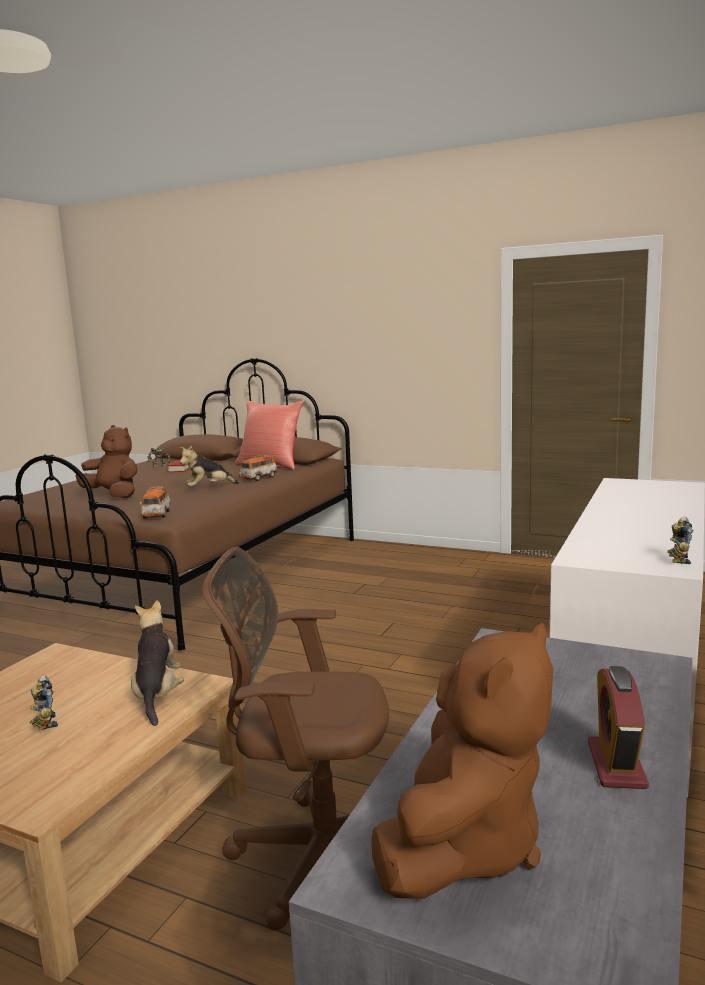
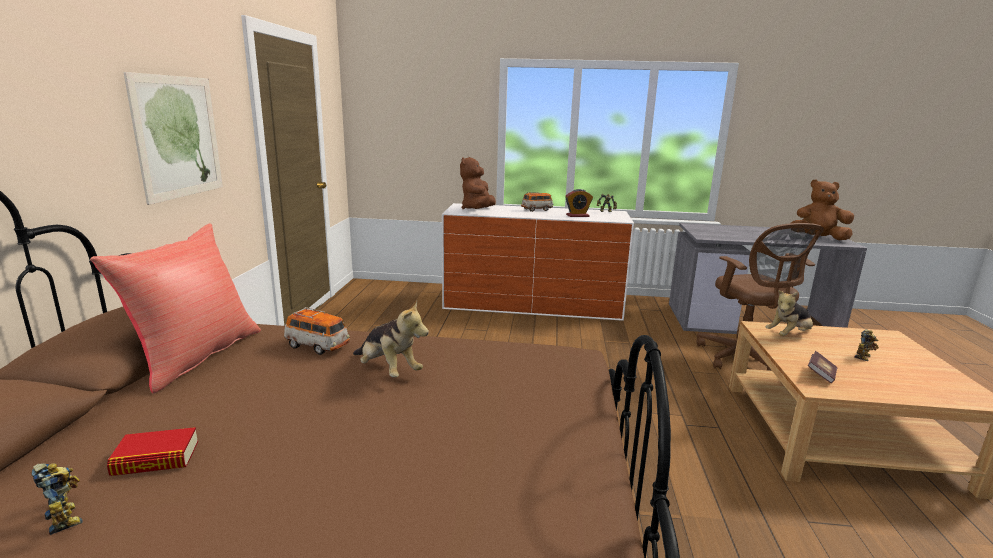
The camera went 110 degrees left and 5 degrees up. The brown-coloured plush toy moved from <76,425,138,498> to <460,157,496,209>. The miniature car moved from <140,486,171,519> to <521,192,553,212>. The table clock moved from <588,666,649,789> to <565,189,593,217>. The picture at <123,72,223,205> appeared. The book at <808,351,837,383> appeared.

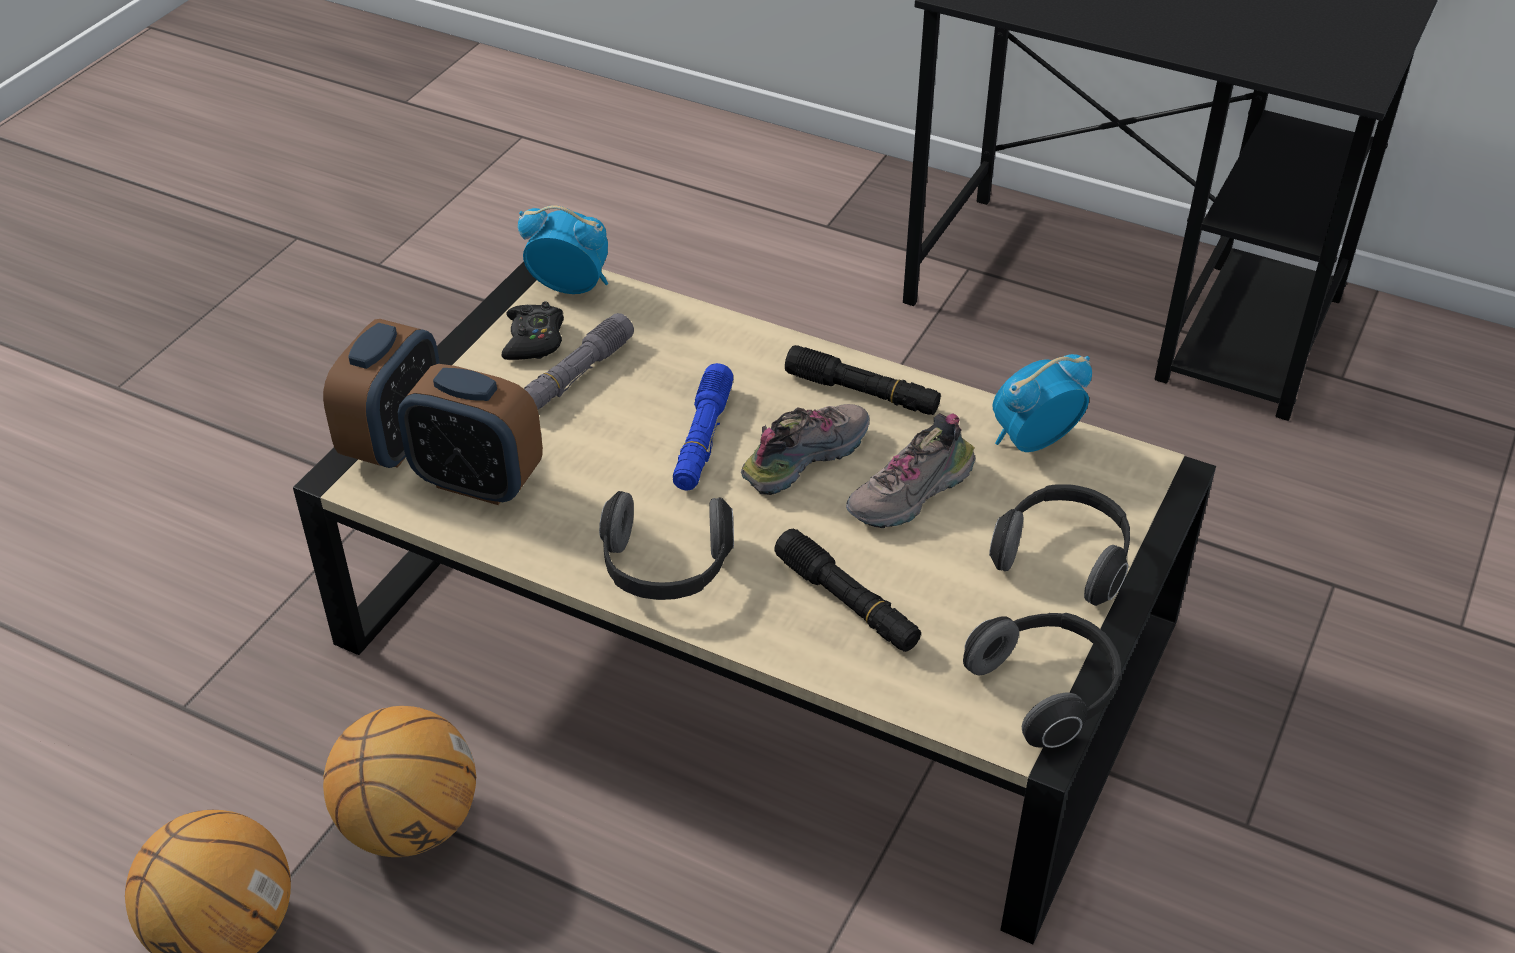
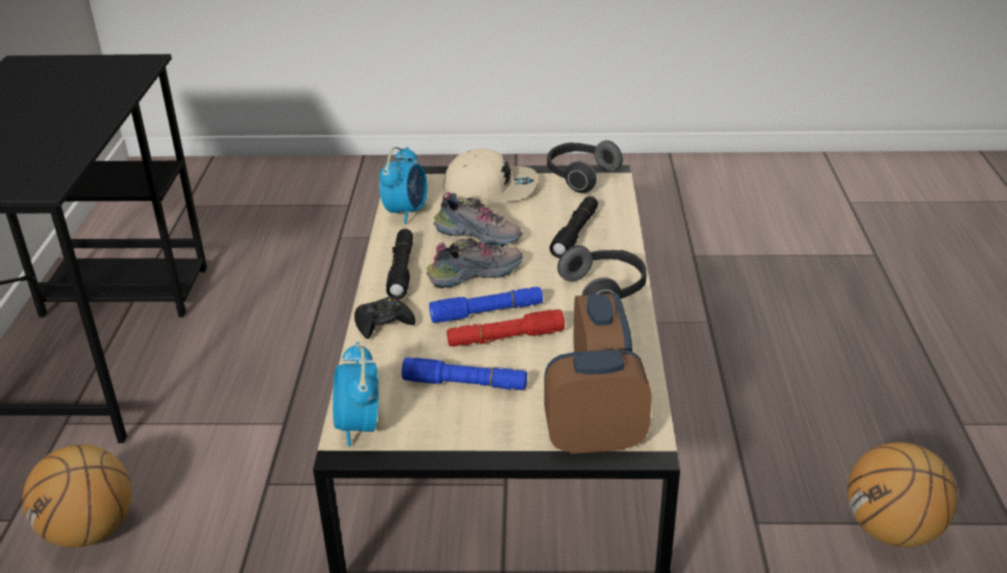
The camera went 115 degrees left and 10 degrees down. The black-coloured game controller moved from <501,301,564,360> to <354,297,415,339>. The grey flashlight at <524,313,634,409> became the bluish flashlight at <402,357,527,390>. The table clock at <992,354,1092,452> turned 105 degrees counterclockwise. The item of footwear at <741,404,870,495> turned 135 degrees clockwise. The headphones at <989,484,1130,606> was replaced by the beige peaked cap at <443,148,538,202>. The basketball moved from <323,706,476,857> to <22,444,131,547>. The reddish flashlight at <447,309,565,347> appeared.

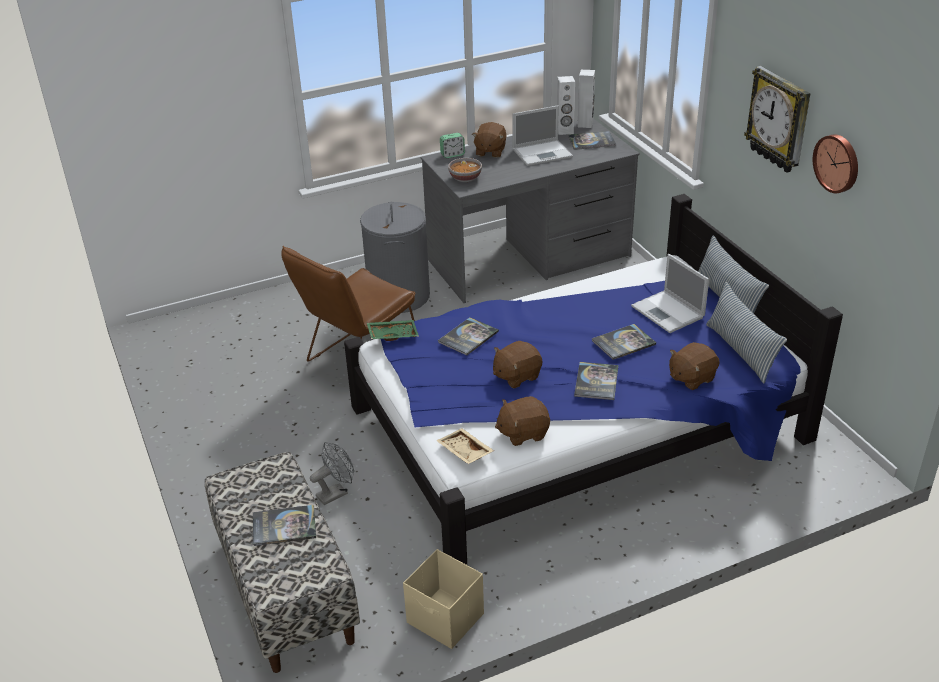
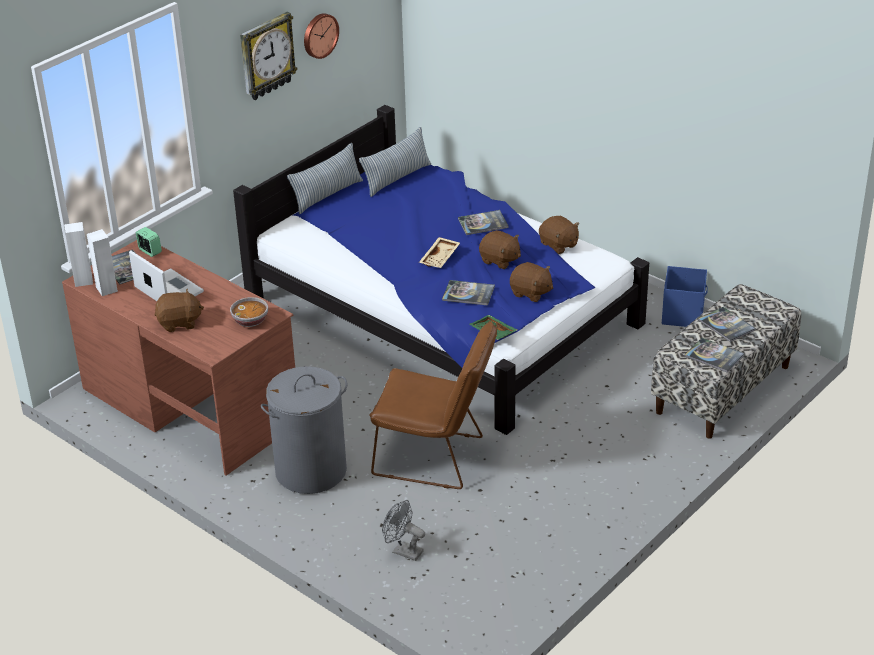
The camera went 115 degrees left and 0 degrees up. The grey desk unit at <420,119,640,303> became the brown-coloured desk unit at <62,240,295,475>. The table clock moved from <440,133,465,158> to <136,227,162,257>. The notebook computer at <631,254,709,333> disappeared. The book moved from <592,324,656,360> to <685,338,745,373>. The brown-coloured plush toy moved from <669,342,720,390> to <510,262,553,302>. The beige serving tray moved from <436,428,494,464> to <419,237,460,268>. The grey fan moved from <310,442,354,505> to <382,500,425,561>. The beige storage container at <403,549,484,649> became the bluish storage container at <662,266,708,327>.

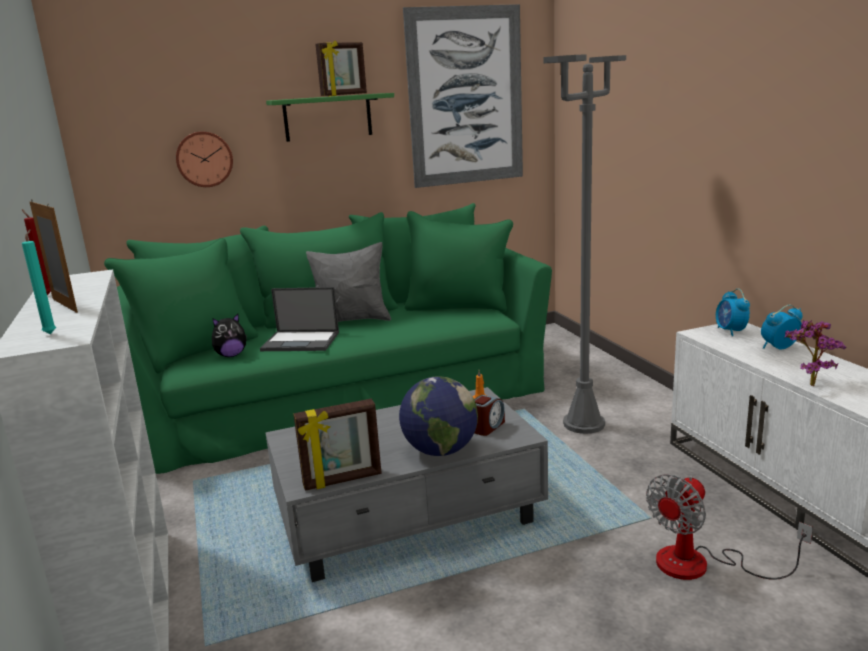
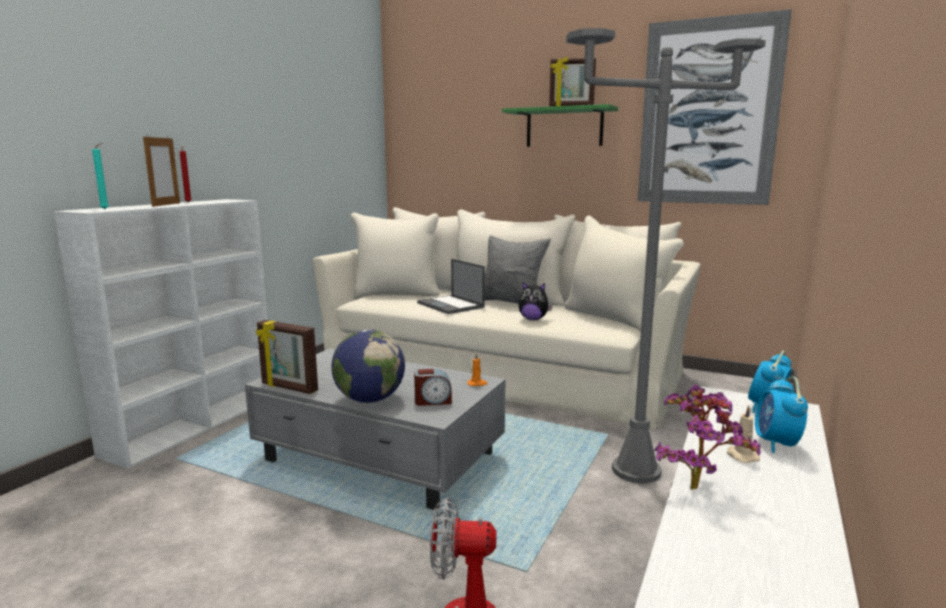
The camera went 45 degrees right and 5 degrees down. The hanging clock at <176,131,233,187> disappeared. The green couch at <104,203,552,474> became the beige couch at <313,207,701,430>. The table clock at <761,305,803,350> turned 105 degrees counterclockwise. The plush toy moved from <212,314,247,357> to <518,282,553,320>. The beige wax light at <727,405,760,463> appeared.

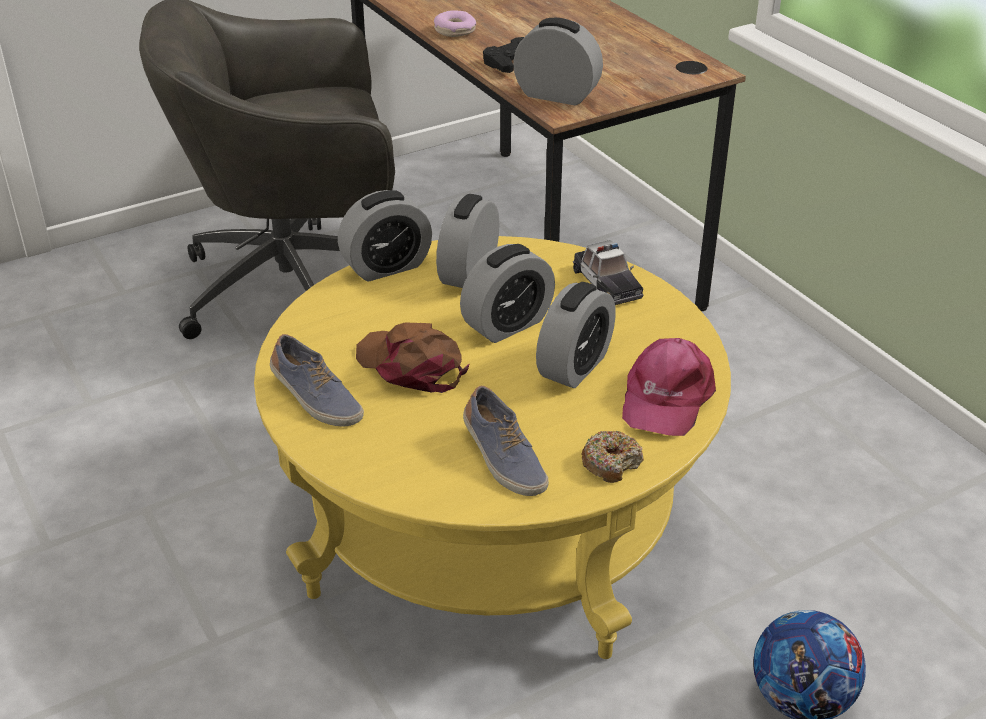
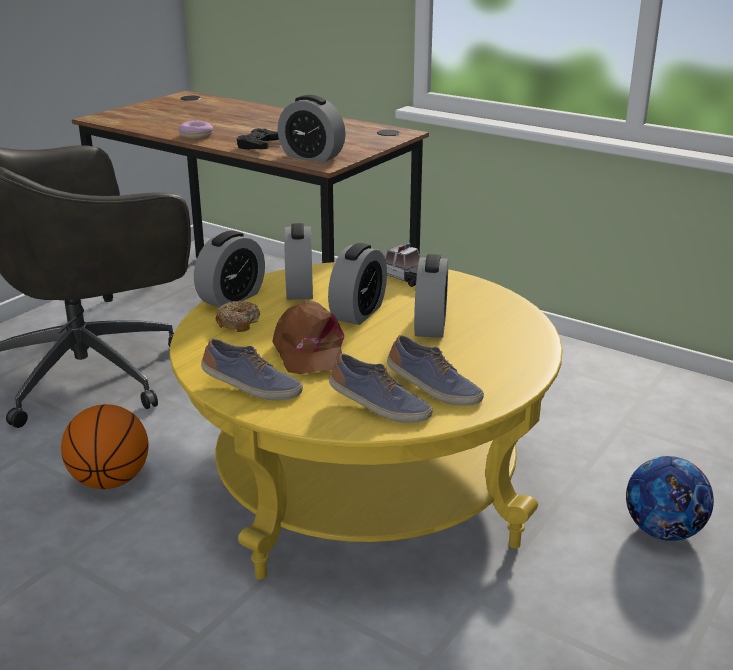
The camera went 25 degrees left and 10 degrees down. The table clock at <513,18,603,106> turned 150 degrees counterclockwise. The brown-coloured peaked cap at <356,323,470,393> turned 120 degrees counterclockwise. The pink-coloured peaked cap at <622,338,716,436> disappeared. The ring doughnut moved from <581,430,644,483> to <216,301,260,332>. The item of footwear at <329,353,433,423> appeared. The basketball at <61,404,149,489> appeared.

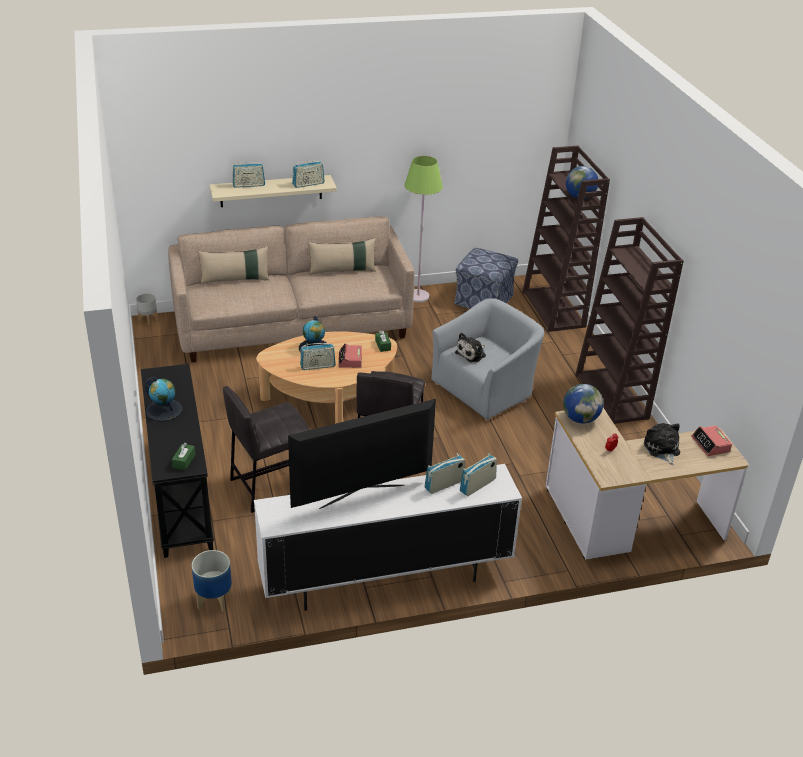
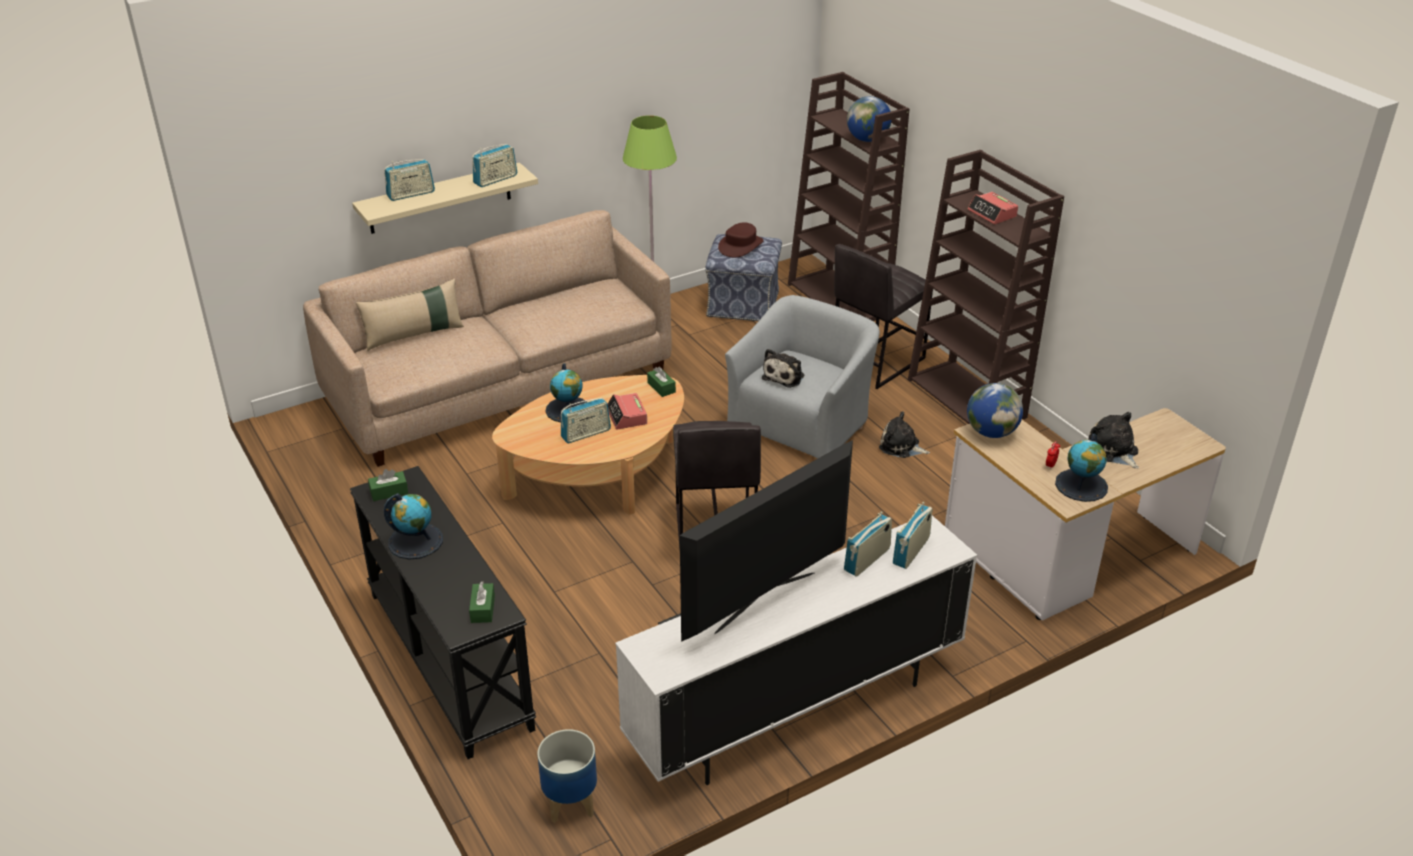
The camera went 15 degrees left and 0 degrees up. The beige cushion at <308,238,376,275> disappeared. The grey planter at <136,293,158,325> disappeared. The grey sitting stool moved from <223,386,310,513> to <834,244,933,389>. The table clock moved from <691,425,732,456> to <968,192,1018,224>. The brown-coloured wearable hat at <718,223,764,257> appeared. The plush toy at <879,411,930,458> appeared. The globe at <1055,434,1108,502> appeared. The green box of tissues at <368,469,408,501> appeared.

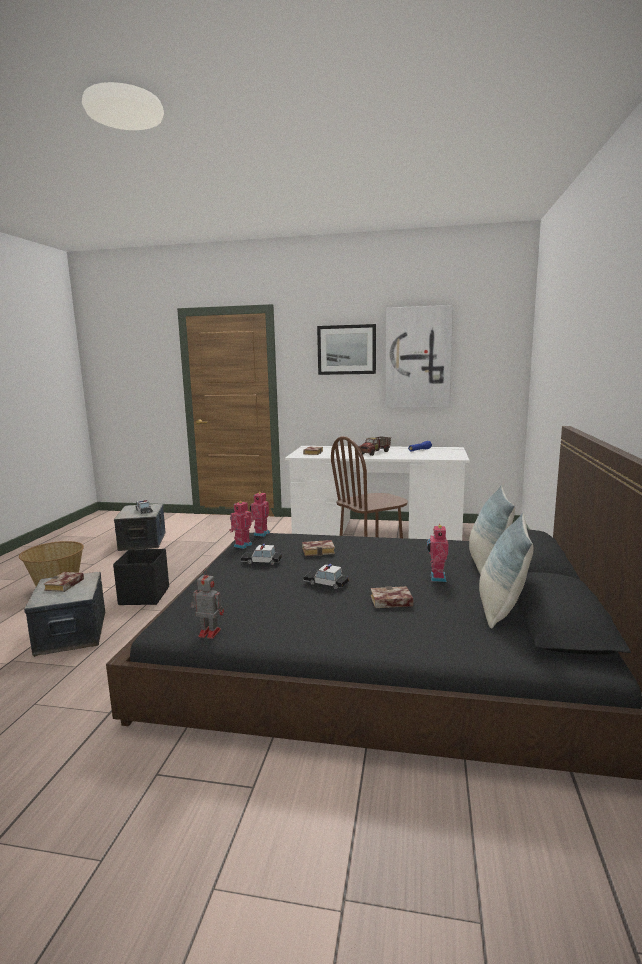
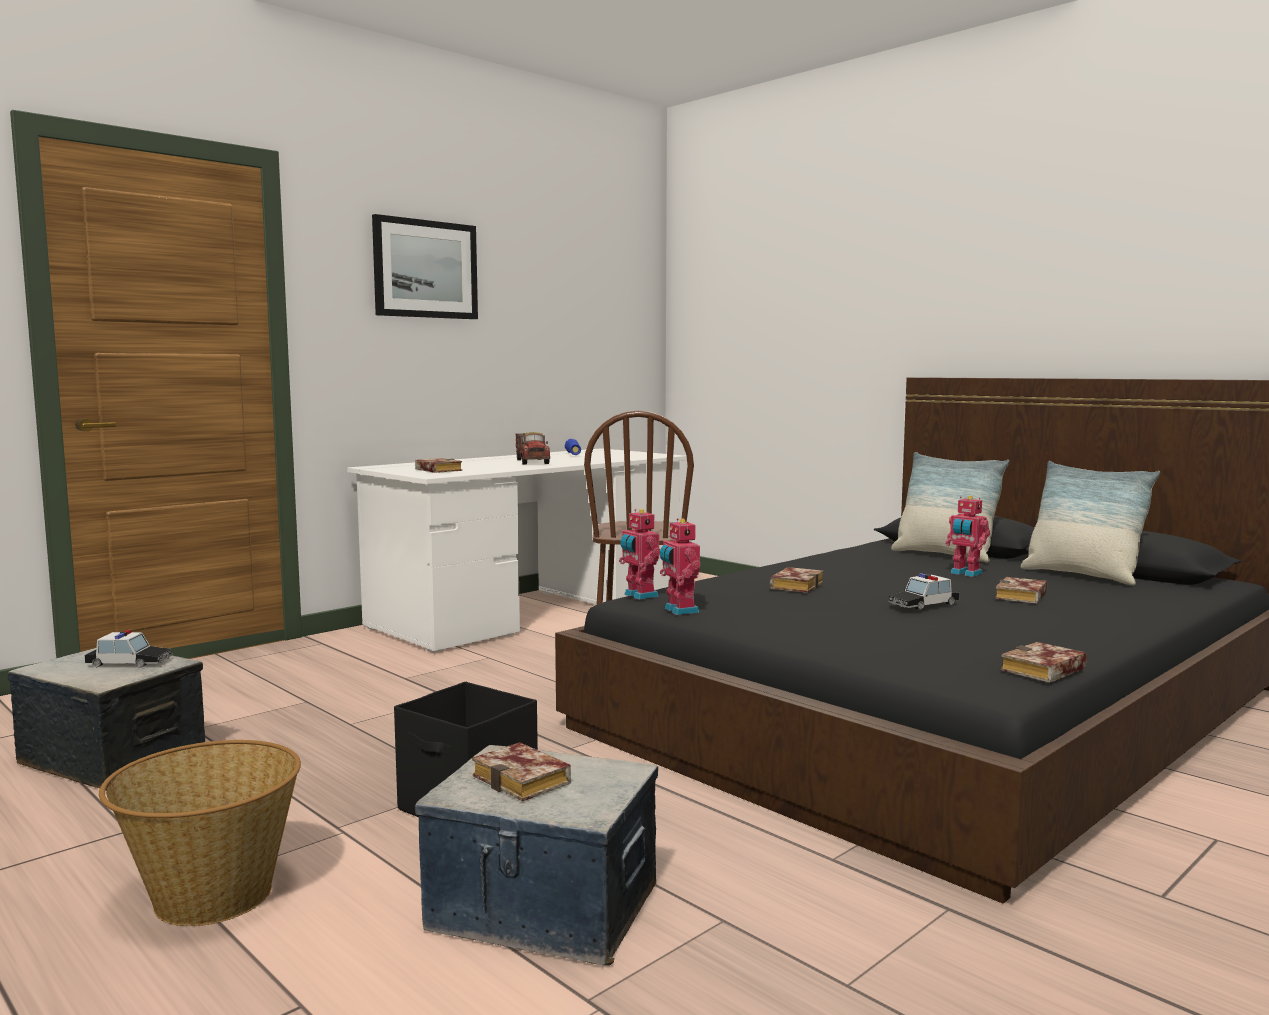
The camera went 55 degrees left and 5 degrees down. The picture at <385,305,453,408> disappeared. The miniature car at <240,544,282,565> disappeared. The toy robot at <191,569,224,639> was replaced by the book at <1000,642,1087,683>.

